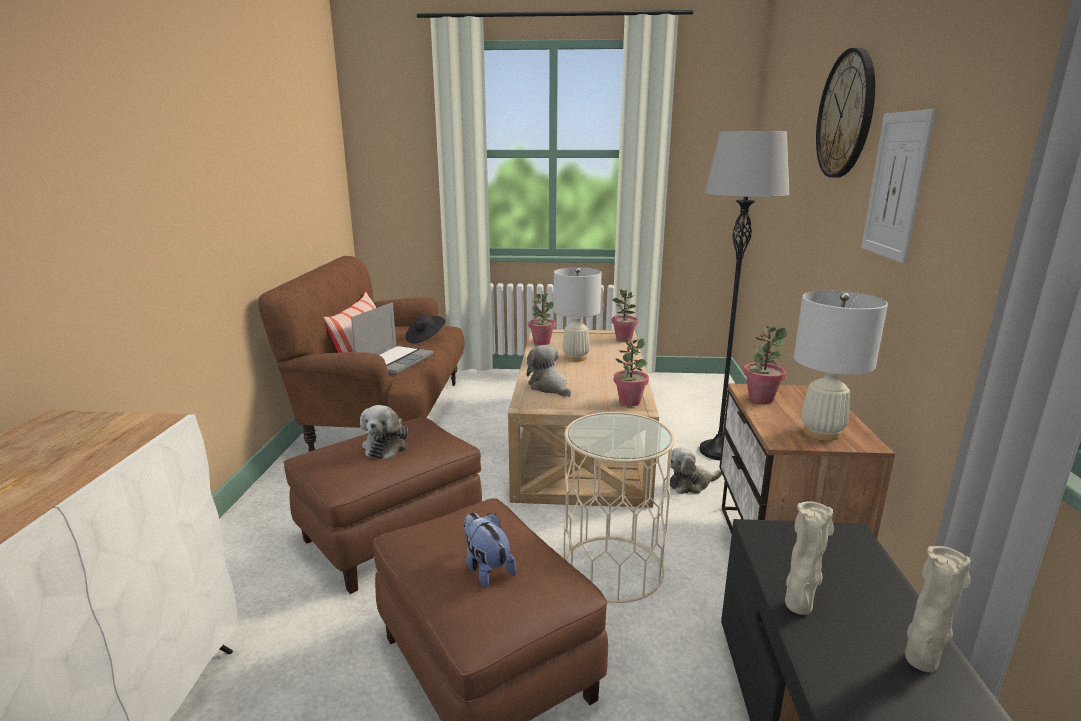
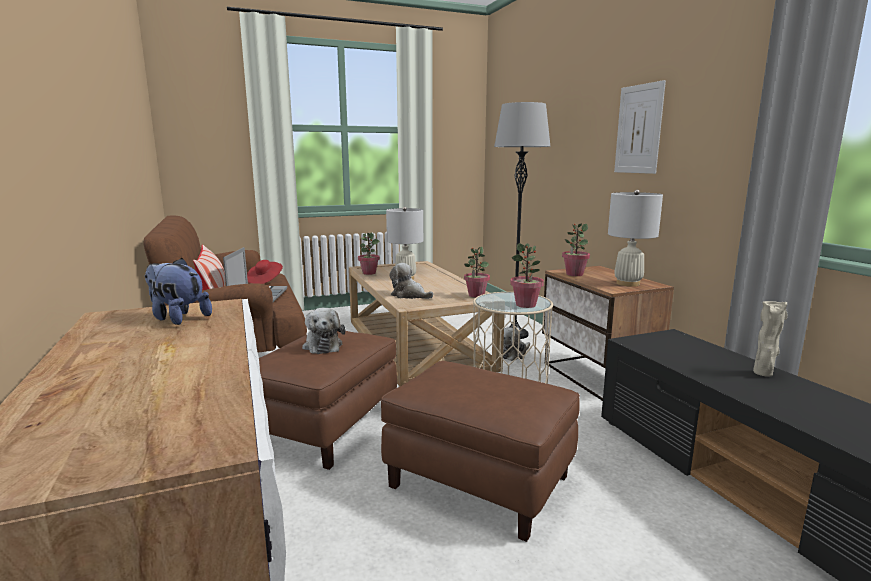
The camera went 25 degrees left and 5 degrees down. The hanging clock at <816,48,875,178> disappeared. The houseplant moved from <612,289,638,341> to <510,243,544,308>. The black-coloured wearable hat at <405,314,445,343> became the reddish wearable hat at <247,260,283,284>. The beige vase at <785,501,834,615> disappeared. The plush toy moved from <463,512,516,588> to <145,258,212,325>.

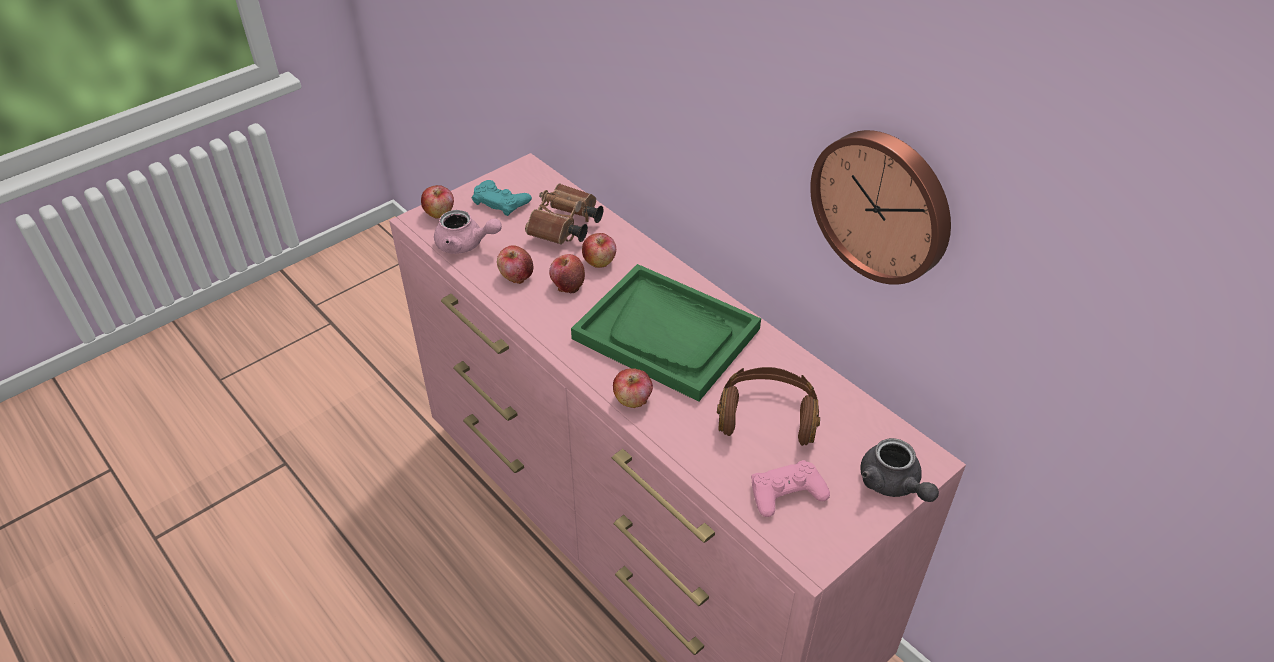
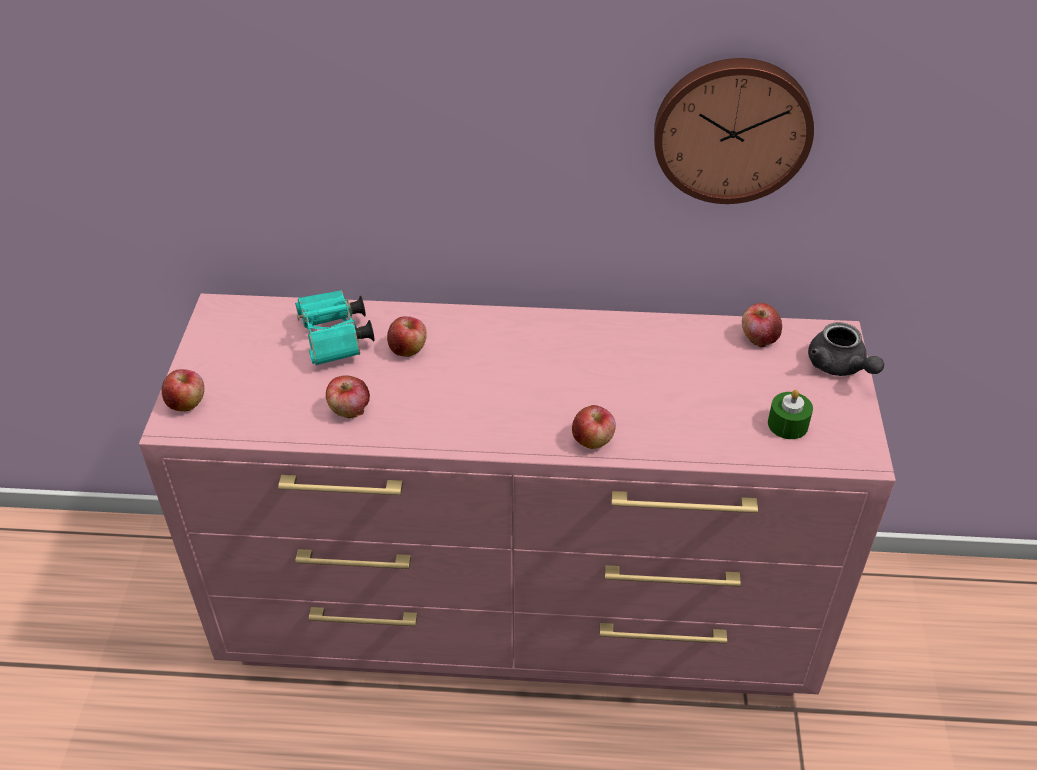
The camera went 45 degrees left and 0 degrees up. The turquoise game controller at <472,180,532,216> disappeared. The brown-coloured binoculars at <525,183,603,245> became the turquoise binoculars at <295,290,375,365>. The pink-coloured teapot at <434,210,502,254> disappeared. The apple fruit moved from <549,254,585,294> to <742,303,782,348>. The green serving tray at <571,264,761,402> disappeared. The brown-coloured headphones at <717,367,820,446> disappeared. The grey teapot at <860,438,939,502> turned 45 degrees clockwise. The pink-coloured game controller at <751,460,830,517> was replaced by the green wax light at <768,390,813,439>.

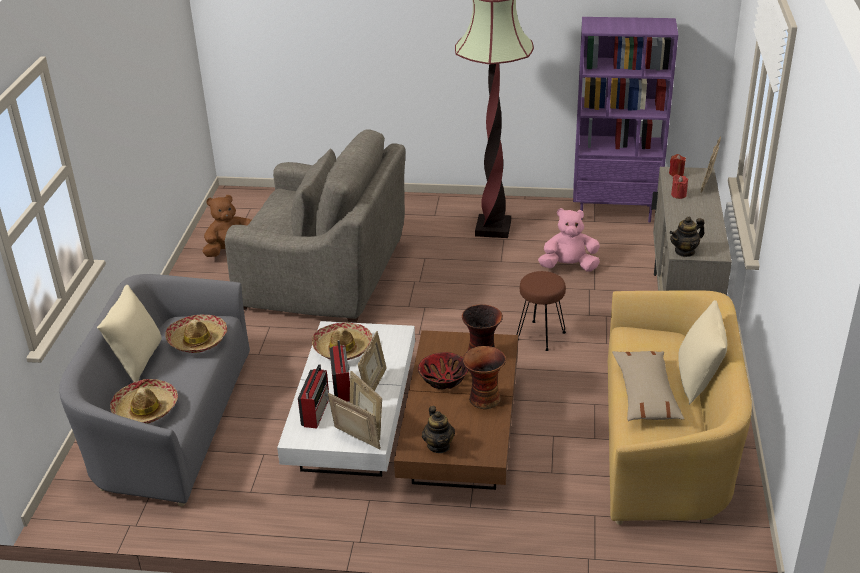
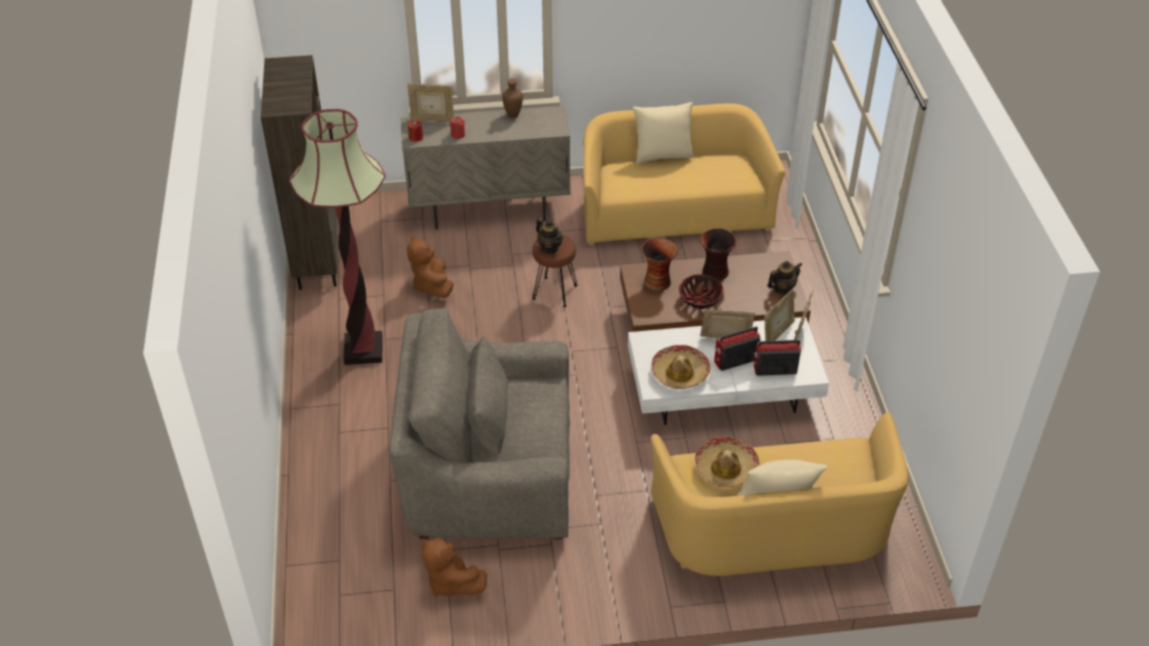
The camera went 105 degrees left and 10 degrees up. The purple-coloured bookshelf at <573,17,678,223> became the brown-coloured bookshelf at <261,55,337,290>. The grey lounge chair at <225,130,405,323> turned 90 degrees counterclockwise. The pink-coloured plush toy at <538,208,600,272> became the brown-coloured plush toy at <407,235,454,298>. The teapot moved from <669,217,705,257> to <536,218,563,253>. The grey couch at <59,274,250,506> became the yellowish couch at <651,412,908,576>. The beige cushion at <612,351,684,421> disappeared. The wearable hat at <110,379,178,424> disappeared. The brown-coloured vase at <502,79,523,118> appeared.

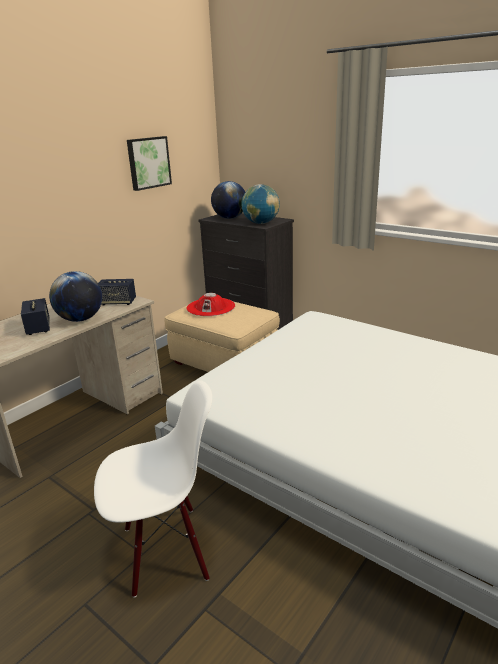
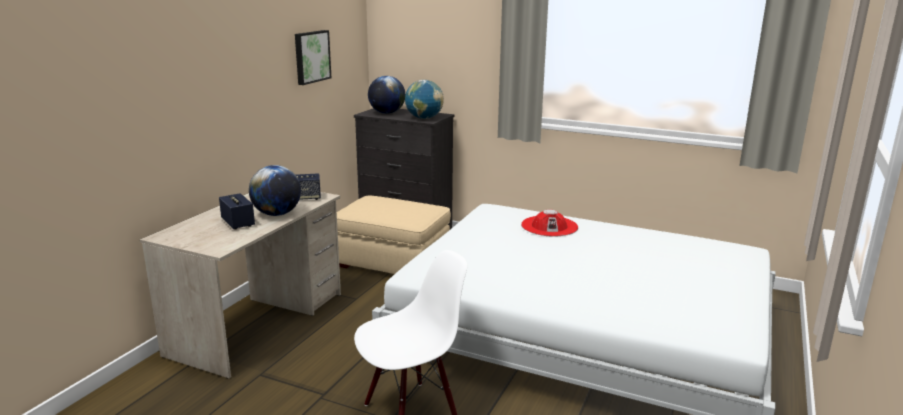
The camera went 15 degrees left and 5 degrees down. The reddish wearable hat moved from <186,293,235,316> to <521,210,578,237>.

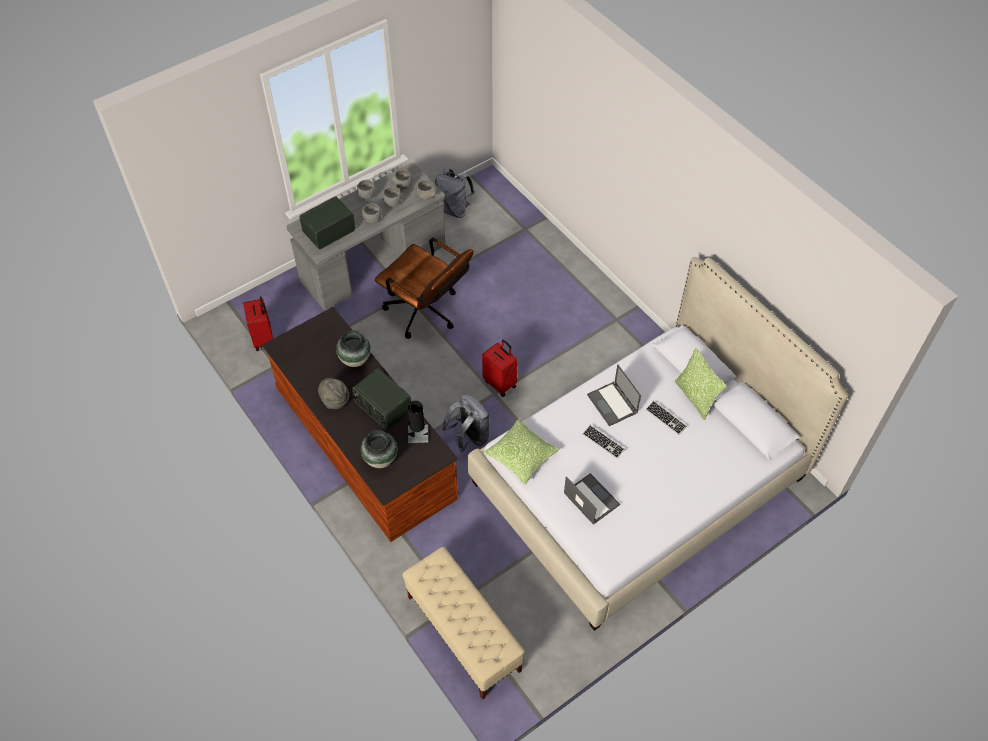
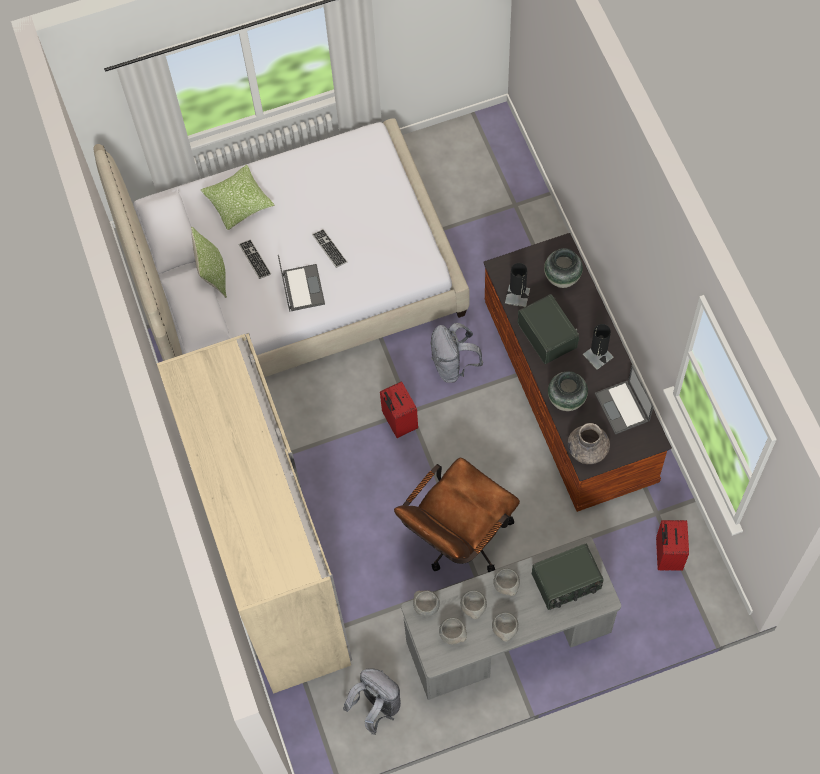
The camera went 160 degrees left and 10 degrees up. The brown-coloured office chair at <375,237,474,339> turned 105 degrees counterclockwise. The grey wearable hat at <318,378,349,409> was replaced by the black-coloured lamp for a table at <583,324,614,370>. The cushion moved from <484,419,559,485> to <201,165,275,230>. The notebook computer moved from <564,473,620,525> to <595,365,654,435>. The beige bench at <402,547,525,700> disappeared. The beige clothes cupboard at <157,333,352,694> appeared. The grey vase at <567,423,610,464> appeared.

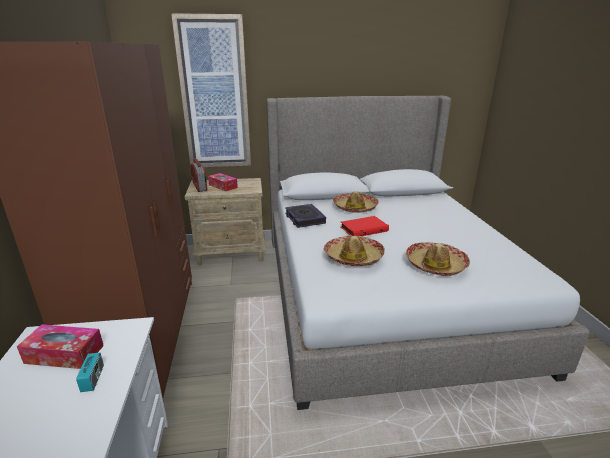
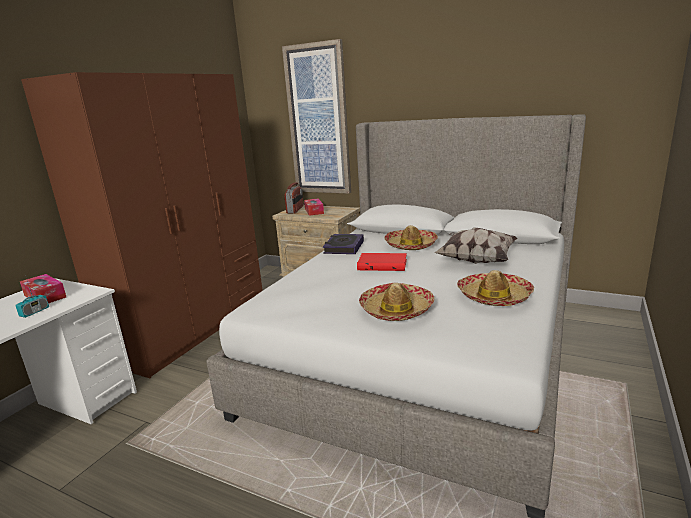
The camera went 35 degrees right and 5 degrees down. The wearable hat moved from <324,236,385,266> to <457,270,534,306>. The cushion at <434,227,518,264> appeared.

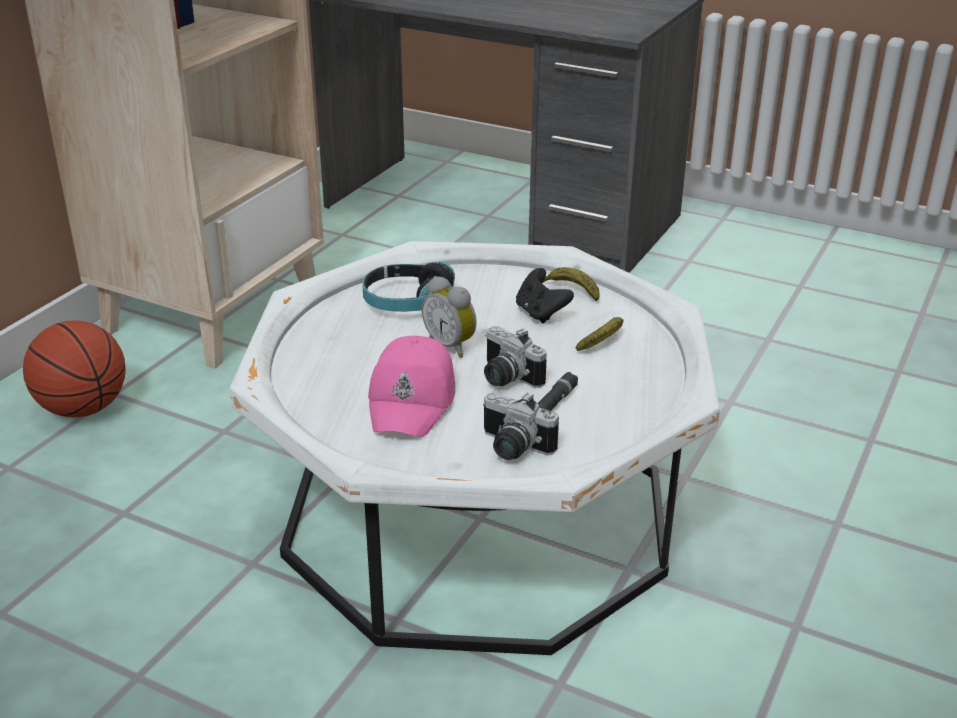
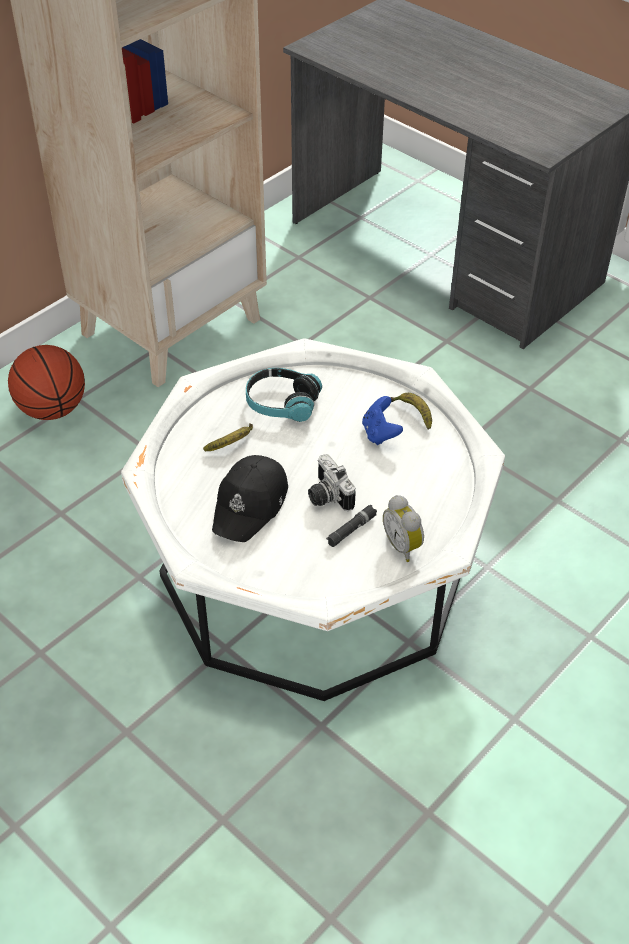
The camera went 15 degrees right and 15 degrees up. The black-coloured game controller at <516,268,574,324> became the bluish game controller at <362,396,403,445>. The table clock moved from <422,276,477,358> to <383,495,424,562>. The banana fruit moved from <576,317,623,351> to <203,423,253,451>. The pink-coloured peaked cap at <368,336,455,437> became the black-coloured peaked cap at <212,455,288,542>. The still camera at <483,393,559,460> disappeared.

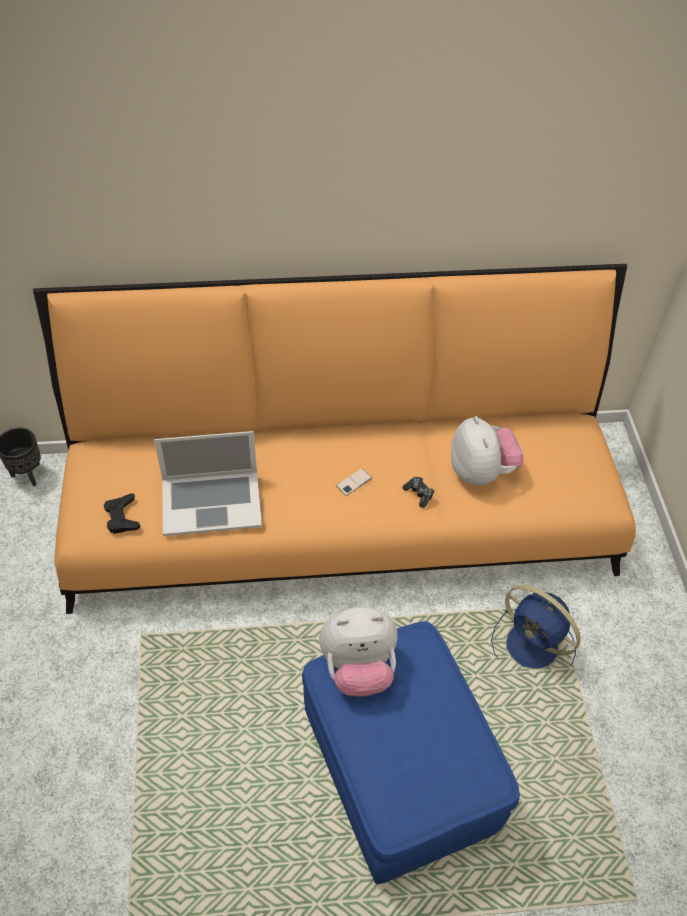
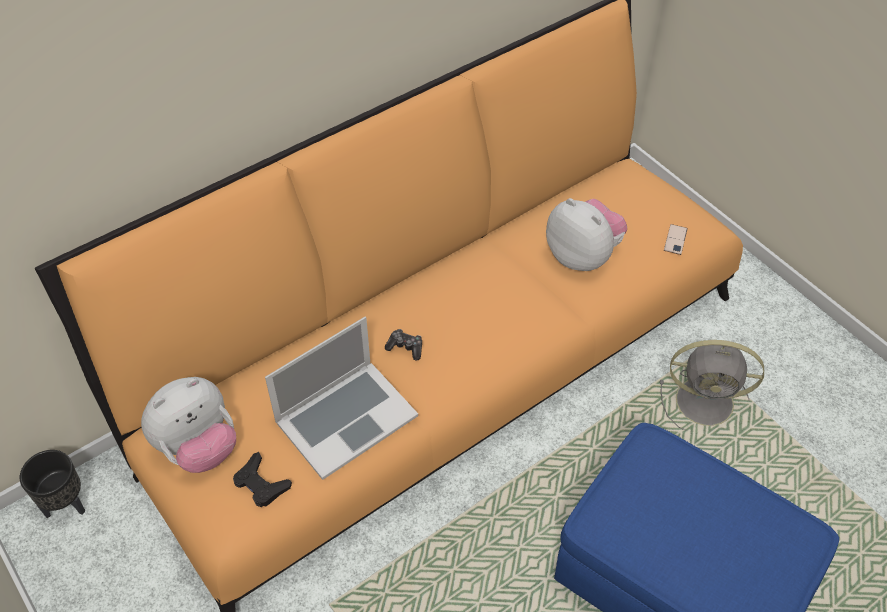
The camera went 30 degrees left and 0 degrees up. The phone moved from <336,468,372,496> to <664,224,688,255>. The game controller moved from <403,477,434,508> to <385,329,422,360>. The bluish fan at <491,585,581,670> became the grey fan at <660,340,764,431>. The plush toy moved from <319,607,398,697> to <141,377,236,473>.

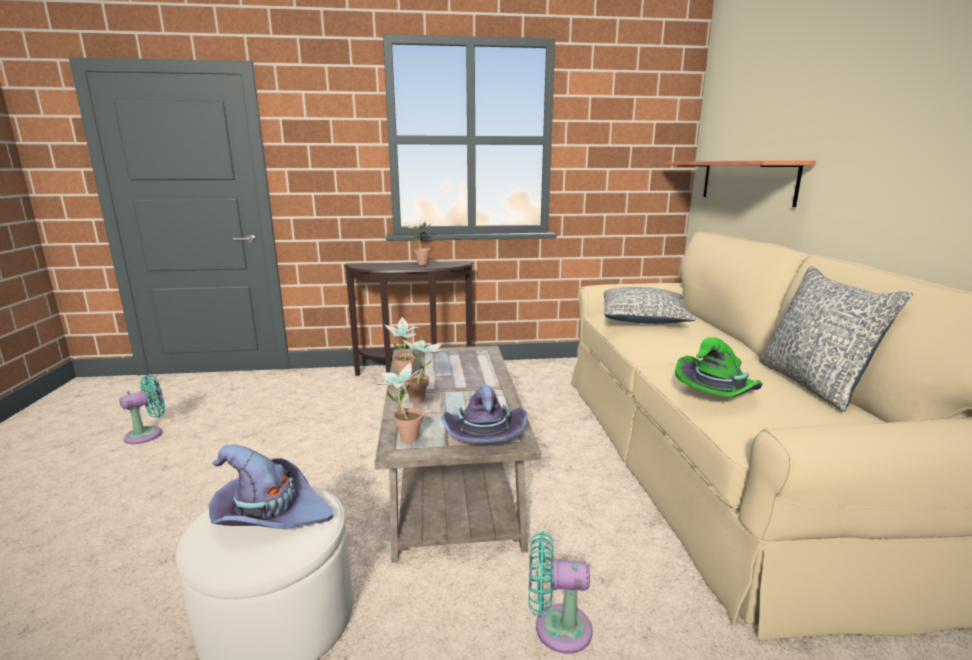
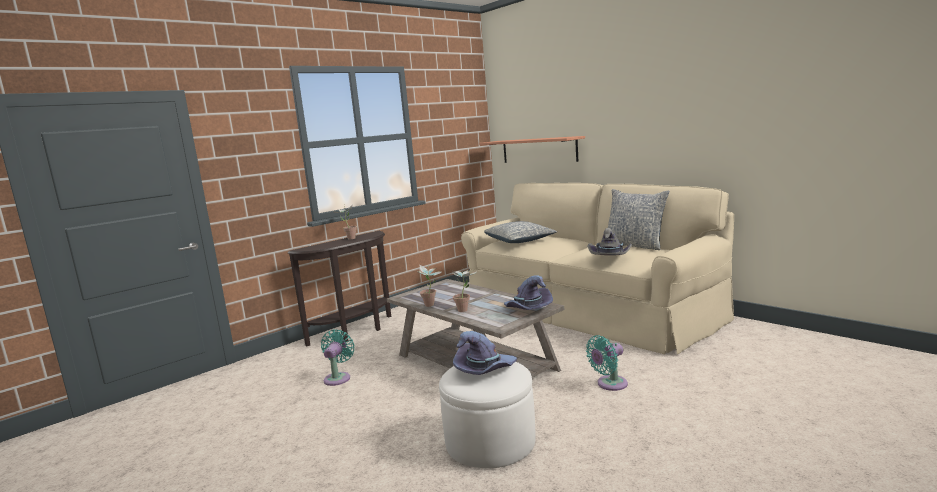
The camera went 35 degrees left and 5 degrees down. The green wearable hat at <675,337,762,397> became the grey wearable hat at <587,228,632,255>. The houseplant at <372,362,424,443> disappeared. The turquoise fan moved from <119,375,165,444> to <321,329,354,386>.

